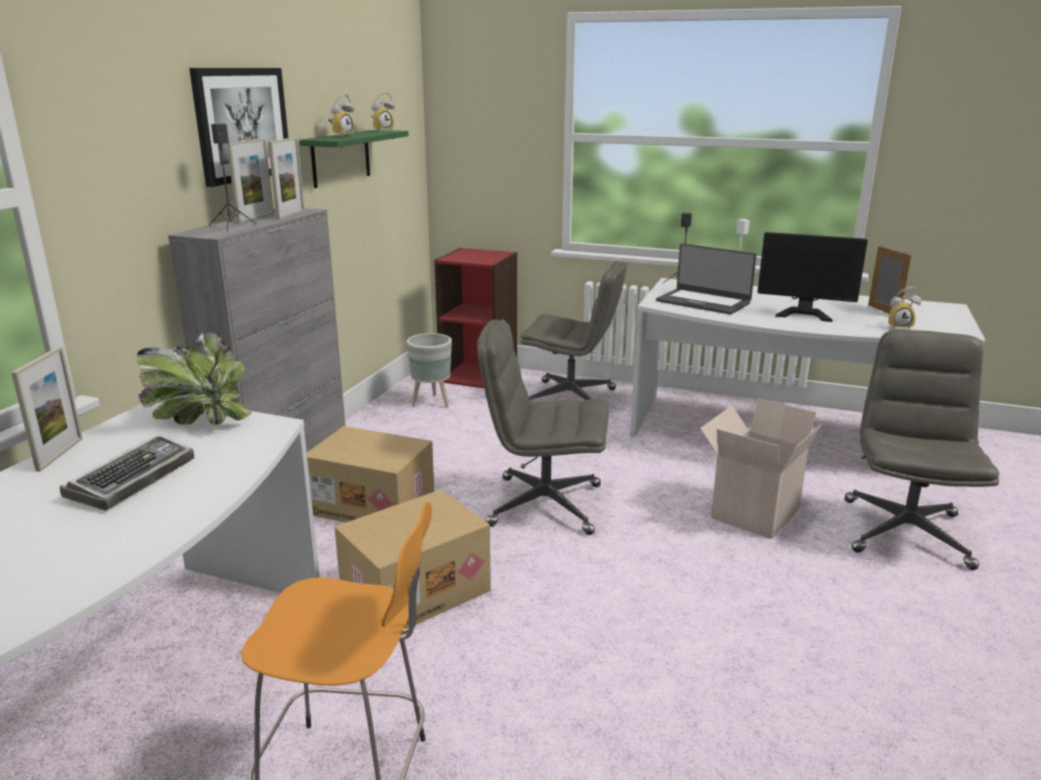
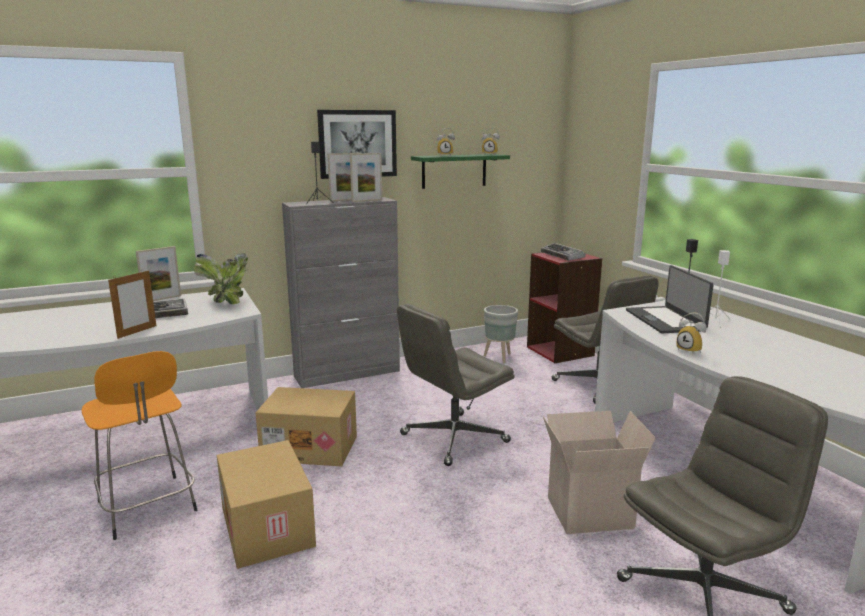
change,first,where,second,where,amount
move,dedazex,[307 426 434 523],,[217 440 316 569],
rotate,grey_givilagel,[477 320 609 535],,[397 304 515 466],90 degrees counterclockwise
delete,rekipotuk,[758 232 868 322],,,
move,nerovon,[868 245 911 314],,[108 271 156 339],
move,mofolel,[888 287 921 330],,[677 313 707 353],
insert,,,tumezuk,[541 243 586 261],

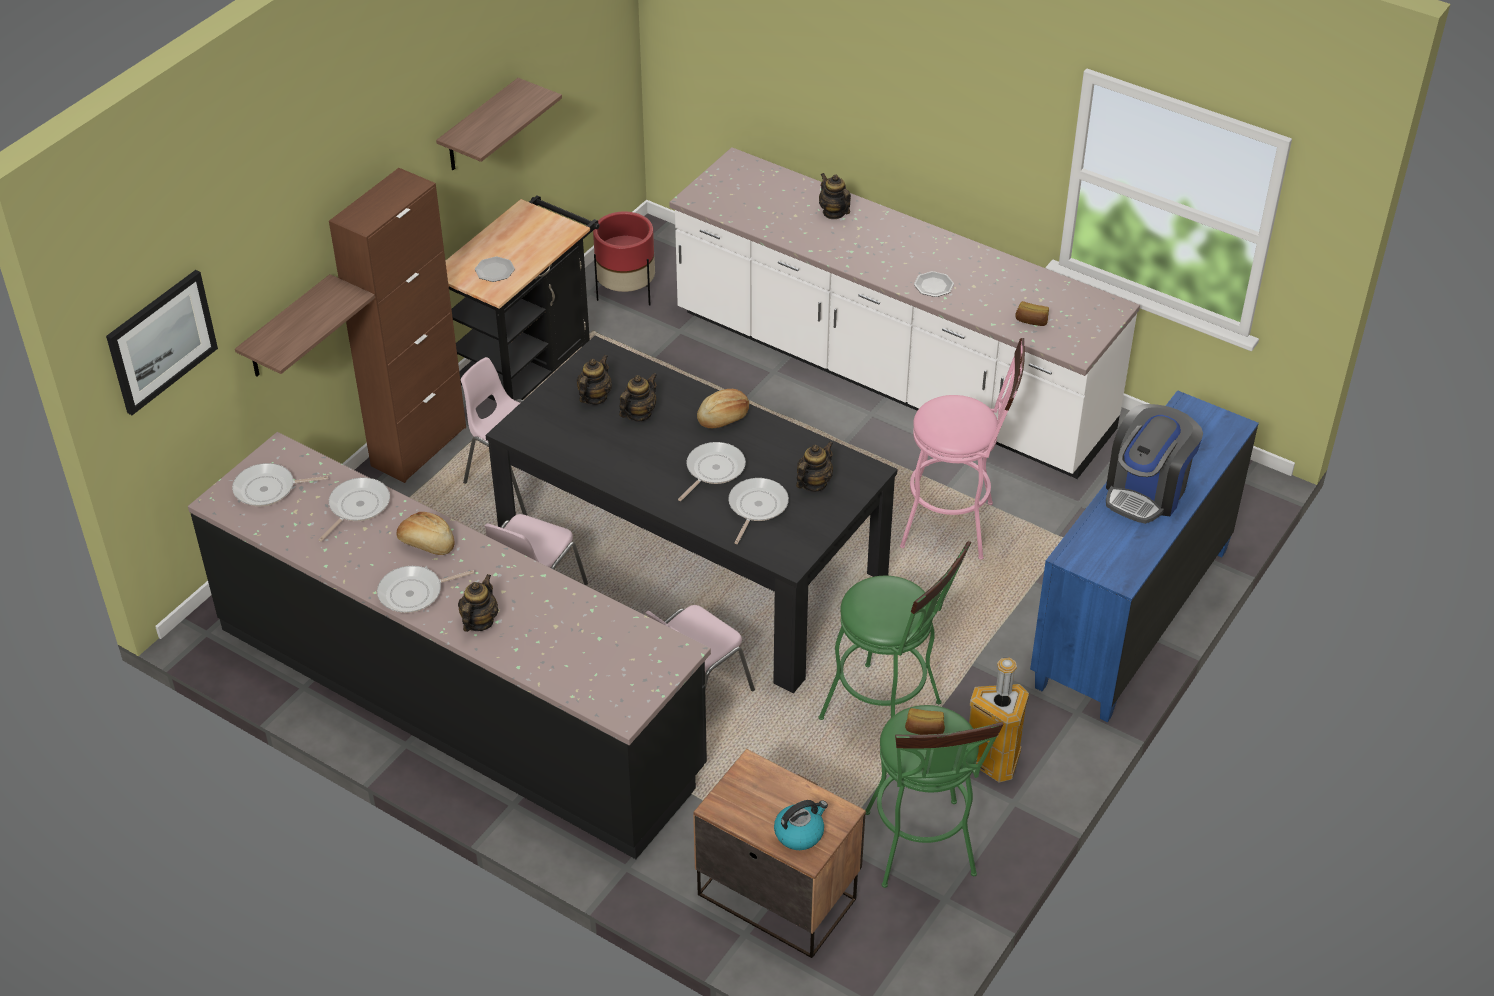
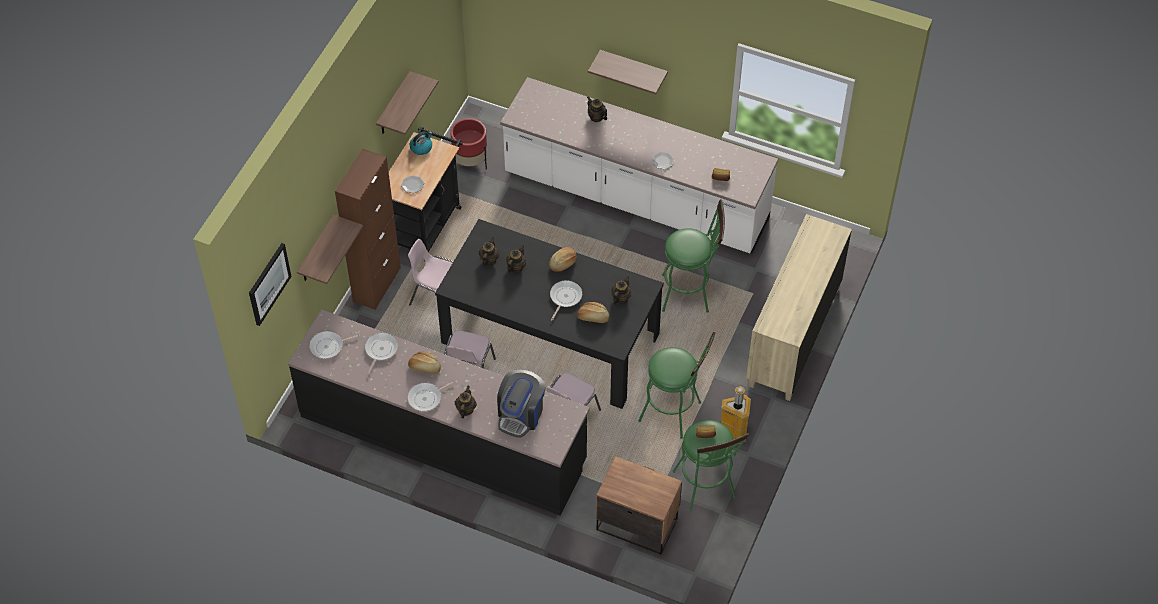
change,first,where,second,where,amount
replace,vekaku,[728 478 789 544],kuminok,[577 302 609 323],
move,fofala,[774 800 828 850],,[410 131 433 155],
recolor,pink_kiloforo,[900 338 1025 559],green_kiloforo,[662 199 725 313],
recolor,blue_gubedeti,[1030 390 1259 722],beige_gubedeti,[746 214 852 401],
move,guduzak,[1106 404 1203 524],,[497 370 545 438],
insert,,,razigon,[588 50 668 94],

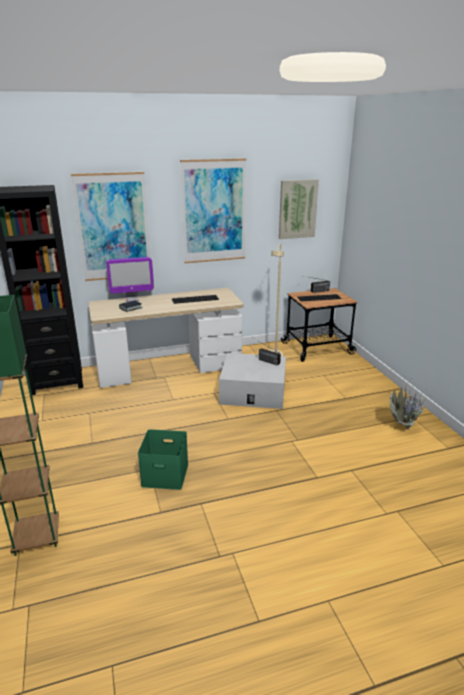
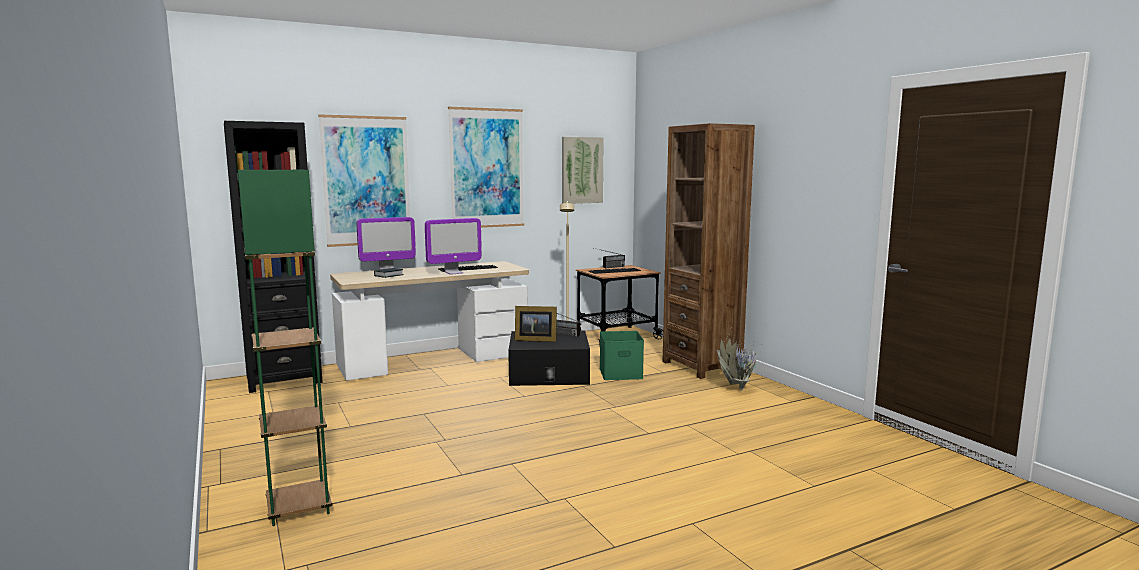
change,first,where,second,where,amount
move,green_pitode,[138 429 188 490],,[599 331 644 380],
recolor,white_pitode,[219 353 286 409],black_pitode,[508 330 590 386],
insert,,,rekipotuk,[425 218 482 275],
insert,,,nerovon,[515 306 557 342],
insert,,,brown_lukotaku,[662 123 755 379],

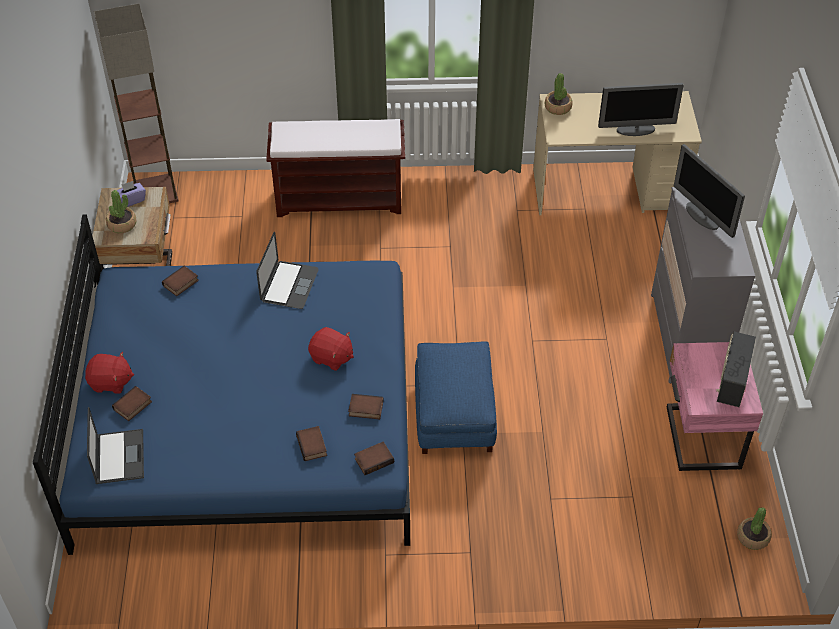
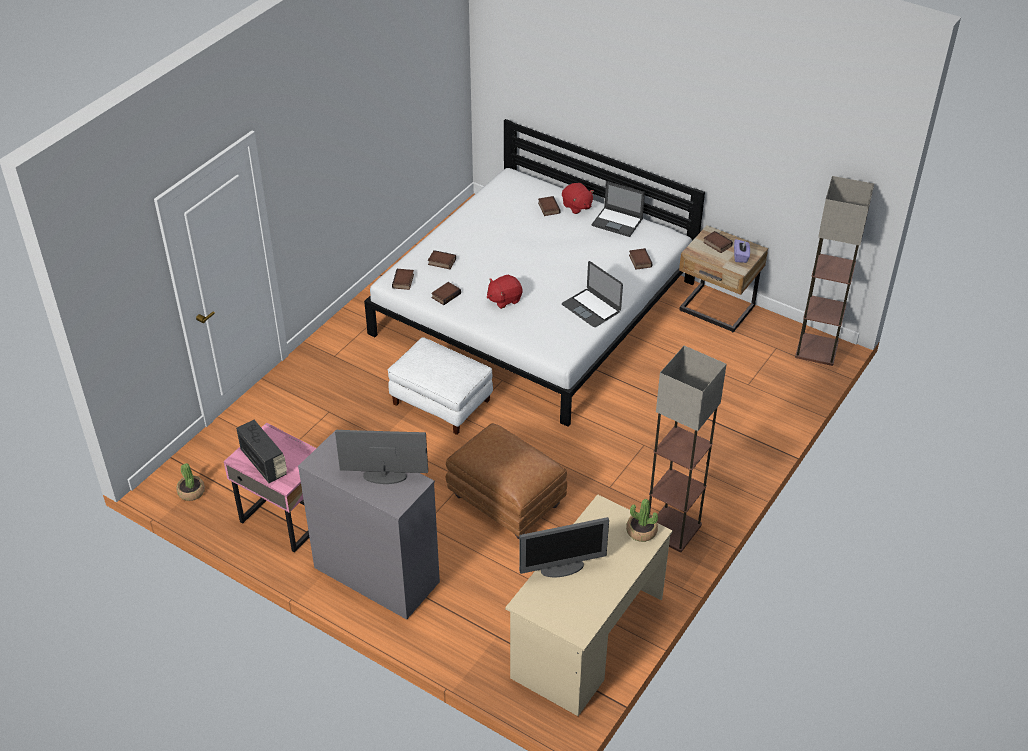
change,first,where,second,where,amount
recolor,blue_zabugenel,[33 215 410 555],white_zabugenel,[364 119 705 427],
rotate,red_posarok,[85 352 134 394],,[562 183 594 214],75 degrees counterclockwise
move,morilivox,[87 407 144 484],,[592 181 645 237],
replace,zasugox,[106 190 136 233],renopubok,[703 231 733 253],
delete,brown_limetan,[266 119 405 217],,,
recolor,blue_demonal,[415 342 497 454],white_demonal,[388 337 493 435],
rotate,rekipotuk,[598 83 684 136],,[519 517 609 577],135 degrees counterclockwise
insert,,,brown_demonal,[445 423 567 539],
insert,,,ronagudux,[649 346 727 552],

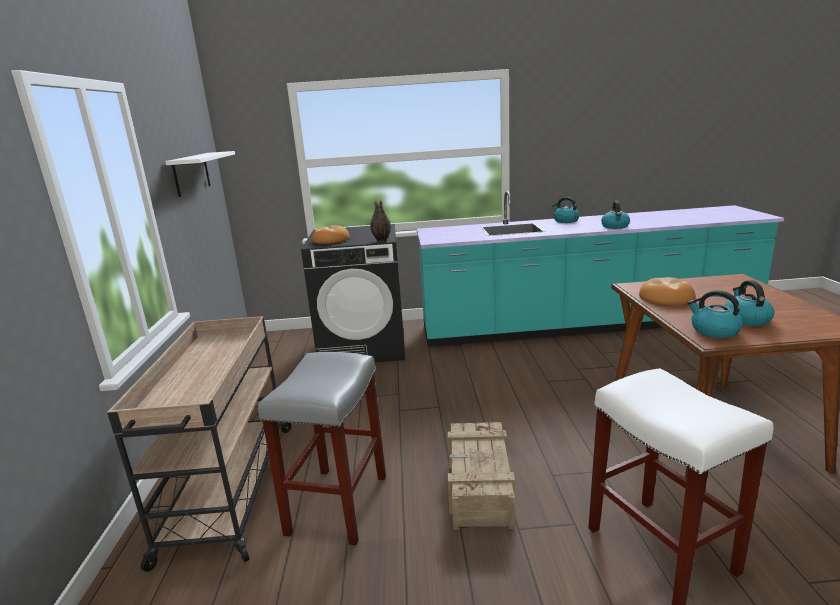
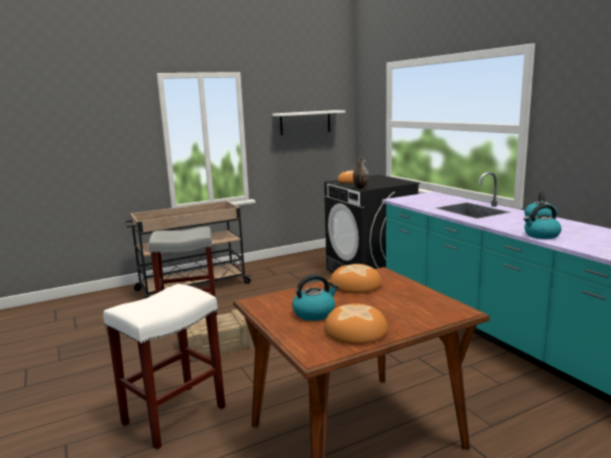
change,first,where,second,where,amount
delete,fofala,[688 290 743 338],,,
insert,,,kuminok,[324 303 388 344],

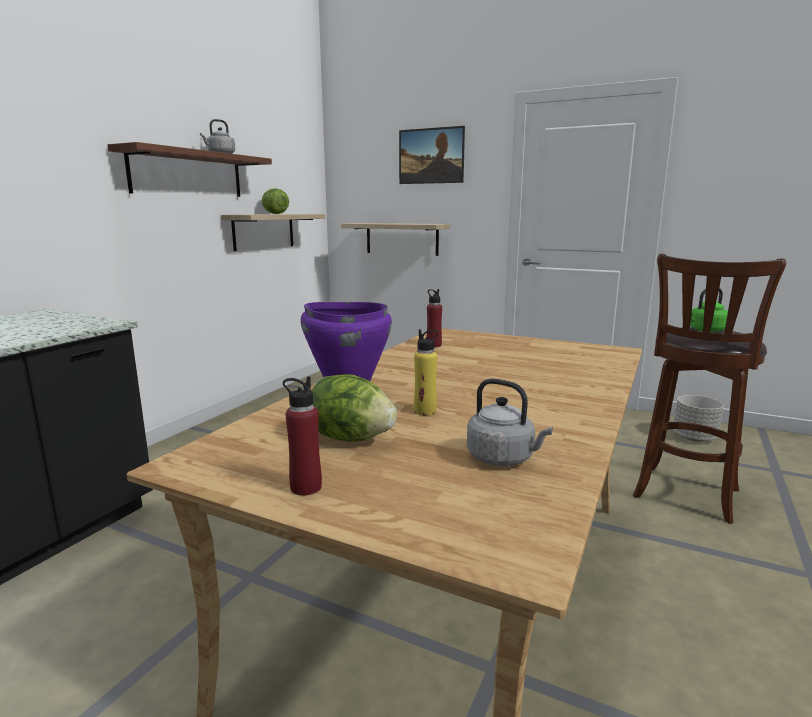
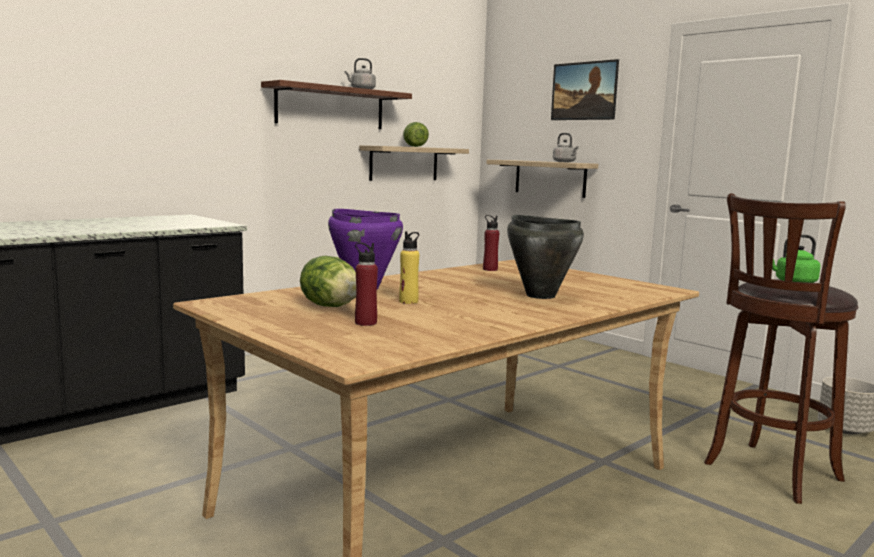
change,first,where,second,where,amount
move,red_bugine,[283 376 322 496],,[355 242 378 326],
move,grey_fofala,[467 378 553 466],,[553 133 579 162],
insert,,,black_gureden,[507 215 584 299],

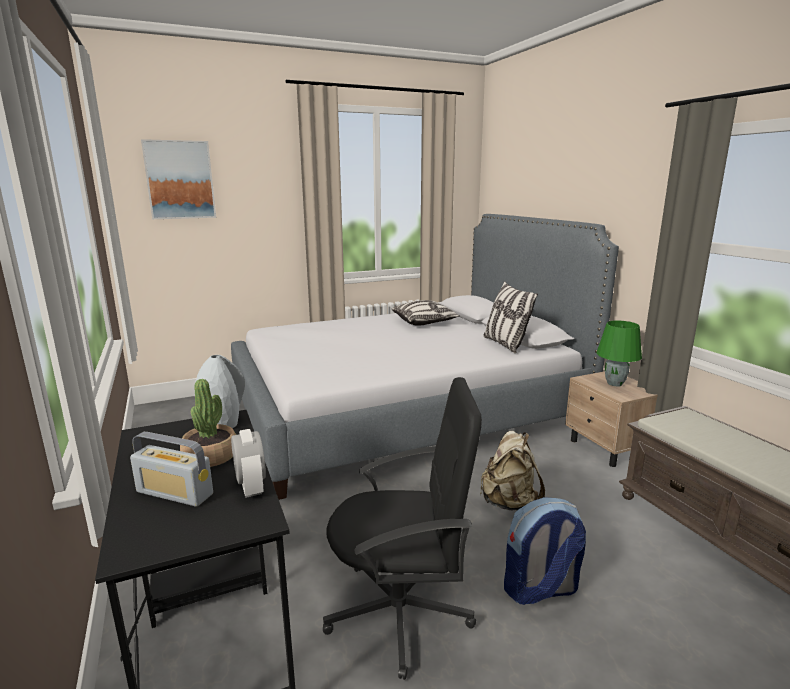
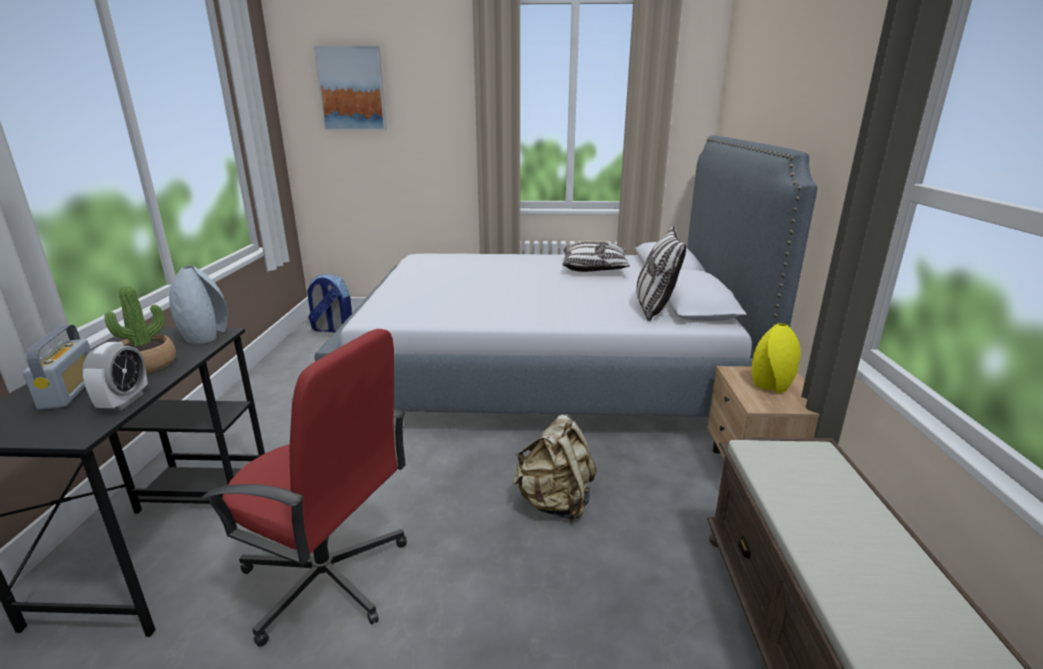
change,first,where,second,where,amount
rotate,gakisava,[130 432 213 507],,[23 324 91 410],150 degrees counterclockwise
recolor,black_givilagel,[323 377 482 680],red_givilagel,[201 329 407 647],
move,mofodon,[504 497 586 605],,[307 274 352 332],
replace,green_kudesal,[597 321 642 387],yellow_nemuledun,[752 323 801 393],

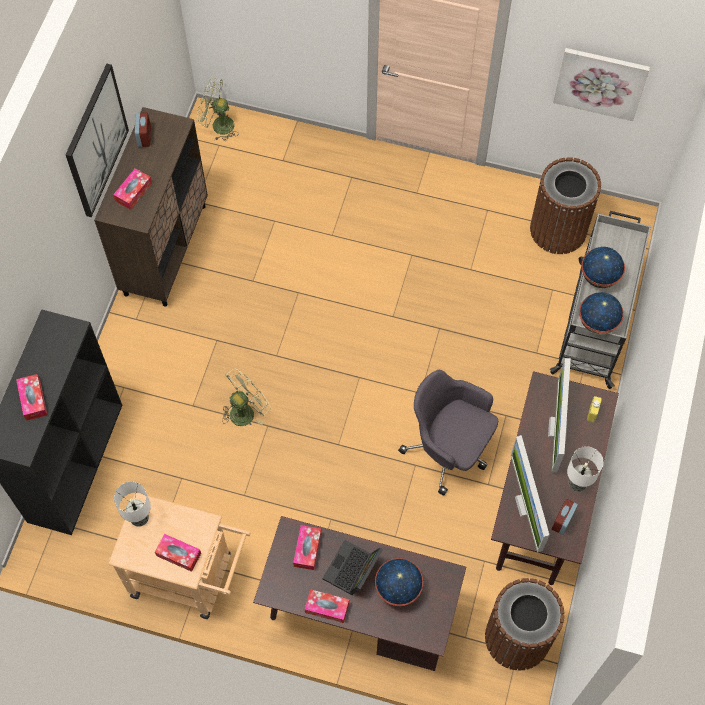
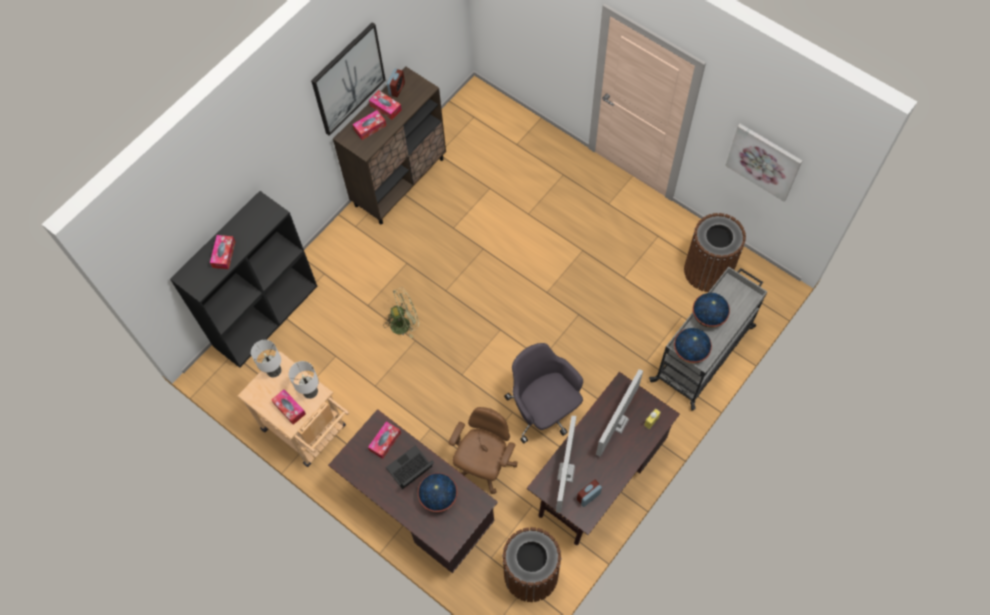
change,first,where,second,where,amount
delete,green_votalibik,[197 78 239 140],,,
move,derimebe,[305 589 349 623],,[369 90 402 120],
move,kudesal,[567 446 604 492],,[289 361 319 399],
insert,,,brown_givilagel,[449 407 517 494],

